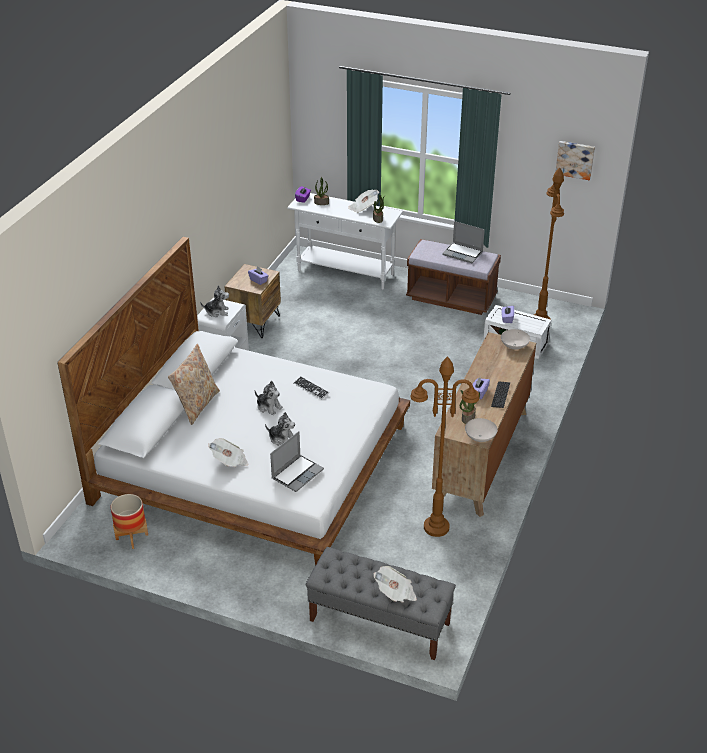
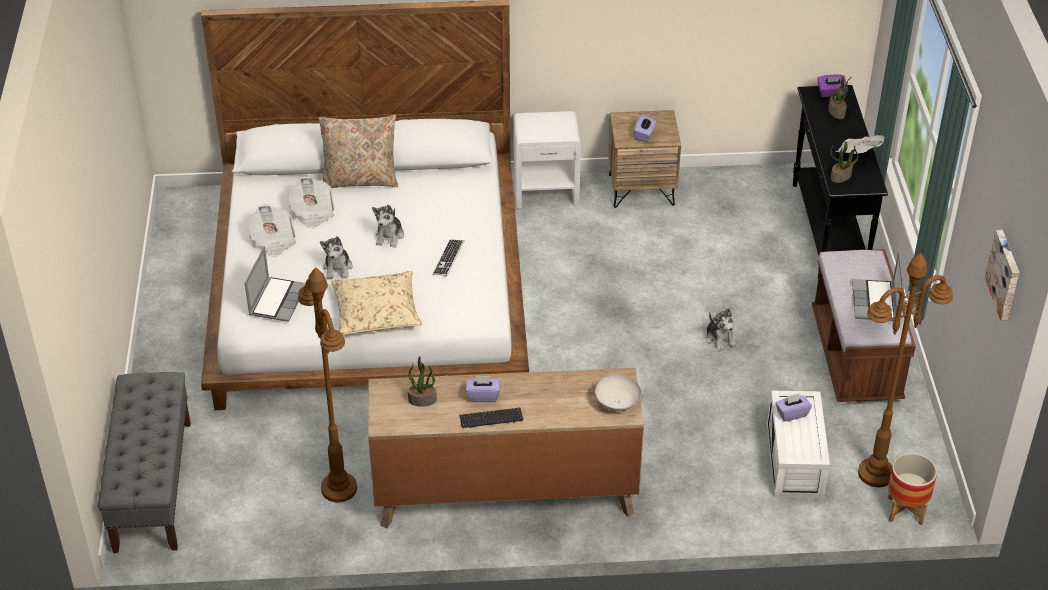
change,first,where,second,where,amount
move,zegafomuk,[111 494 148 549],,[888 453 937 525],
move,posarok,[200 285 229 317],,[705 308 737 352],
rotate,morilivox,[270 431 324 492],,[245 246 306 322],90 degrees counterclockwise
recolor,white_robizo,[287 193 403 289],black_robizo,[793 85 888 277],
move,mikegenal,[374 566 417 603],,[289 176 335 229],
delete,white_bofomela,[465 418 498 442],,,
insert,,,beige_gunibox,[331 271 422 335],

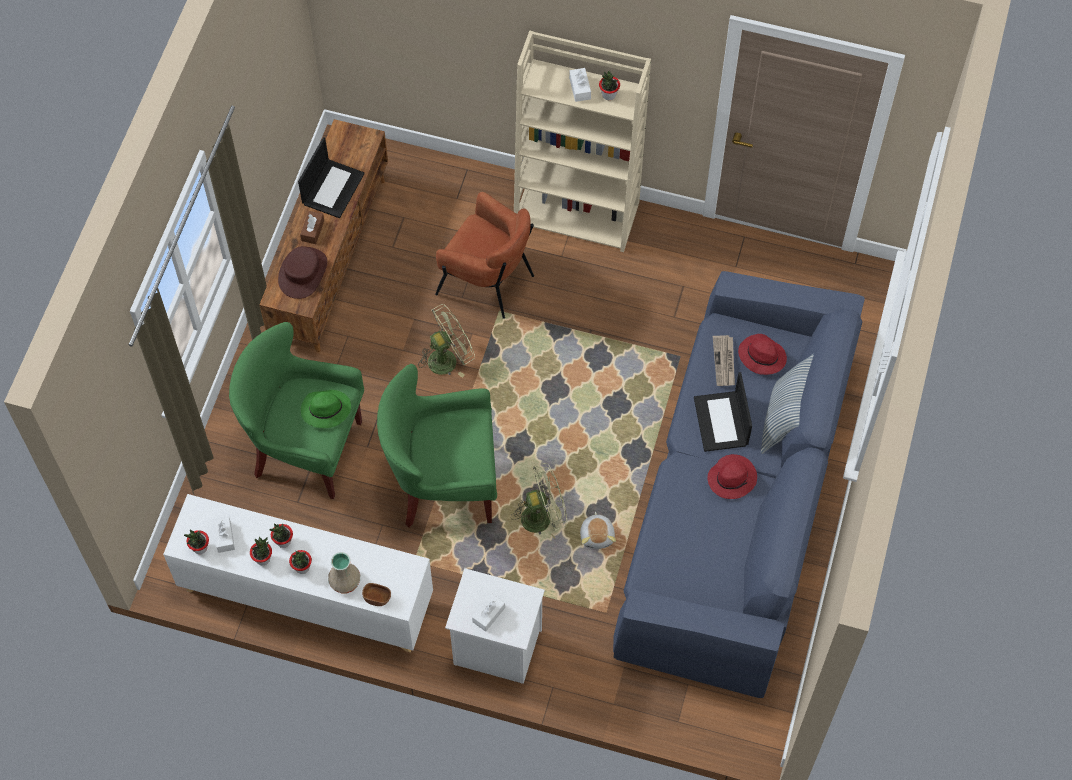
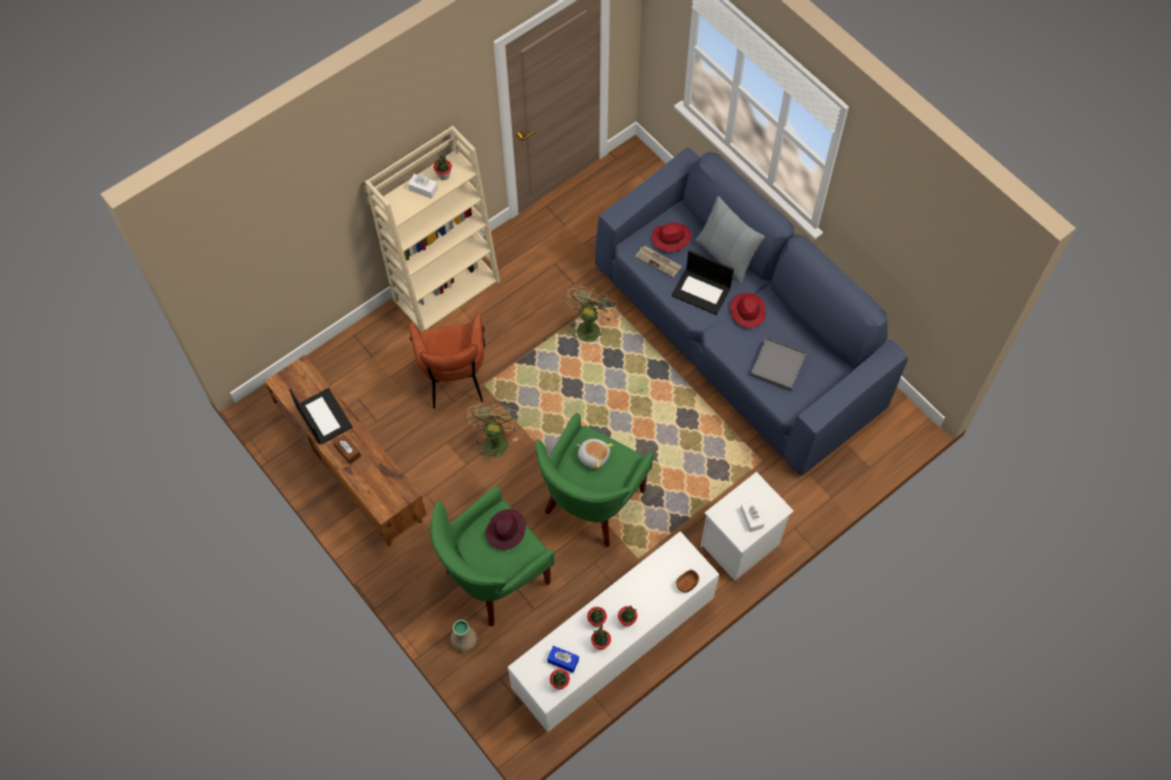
change,first,where,second,where,amount
recolor,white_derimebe,[212 516 235 553],blue_derimebe,[547 646 579 673],
delete,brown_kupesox,[278 246 327 299],,,
recolor,green_kupesox,[301 389 351 428],purple_kupesox,[485 509 526 550],
move,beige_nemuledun,[328 552 360 593],,[450 620 477 652],
rotate,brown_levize,[435 192 534 319],,[409 313 485 409],105 degrees clockwise
move,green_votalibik,[511 463 567 538],,[566 286 618 344],
move,posarok,[580 512 616 549],,[577 439 613 469],
insert,,,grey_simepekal,[750 338 807 391],

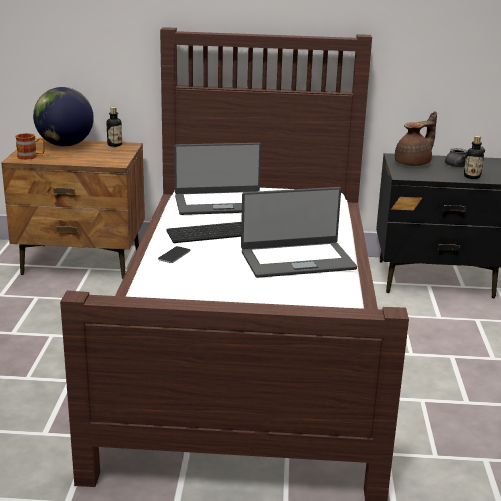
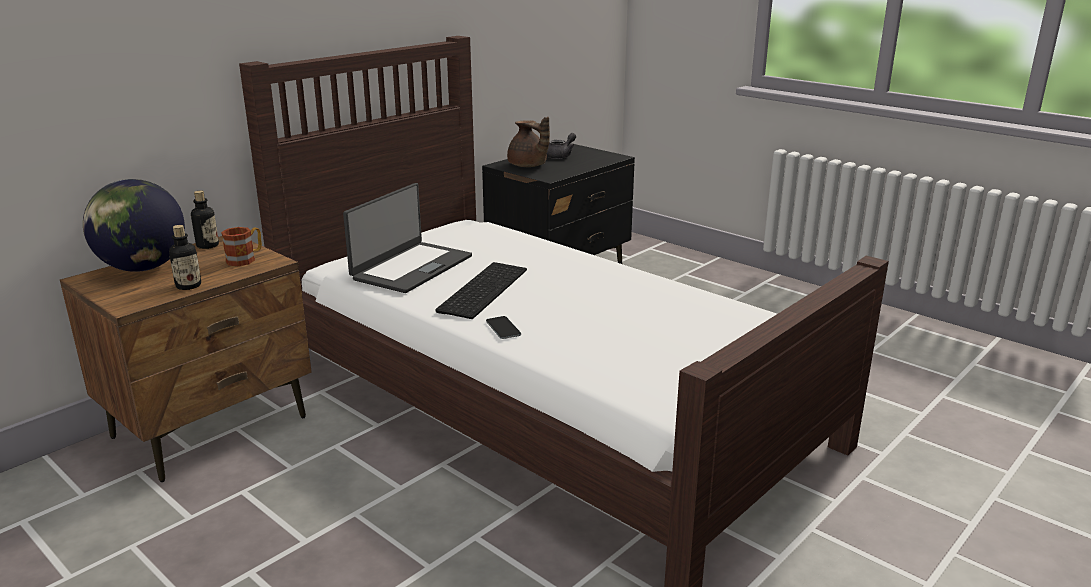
change,first,where,second,where,amount
move,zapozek,[15 133 45 160],,[221 227 262 266],
delete,morilivox,[241 187 357 278],,,
rotate,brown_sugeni,[395 111 437 166],,[507 117 550 167],135 degrees clockwise
move,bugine,[464 136 484 179],,[169 225 201 290],

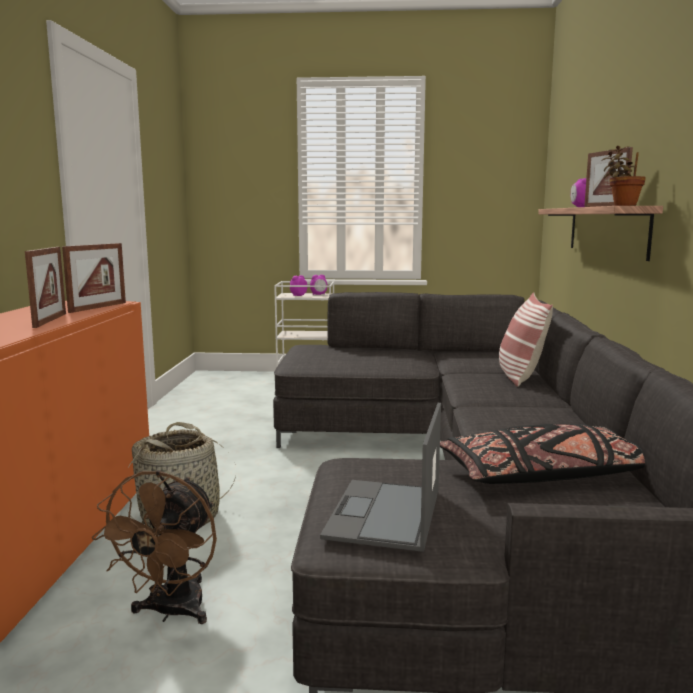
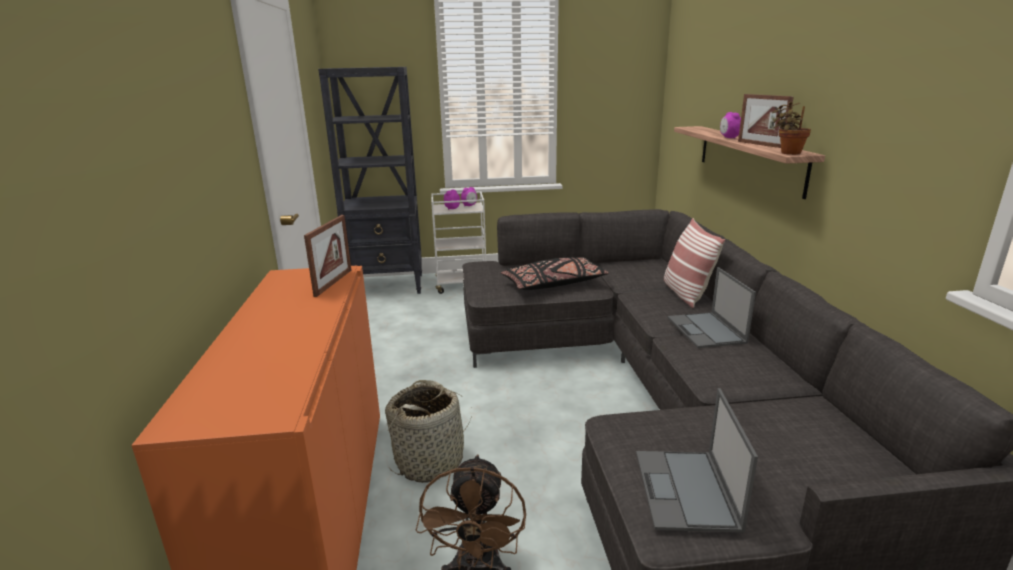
change,first,where,second,where,amount
delete,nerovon,[25 247 66 328],,,
move,black_gunibox,[440 423 645 484],,[501 257 609 290],
insert,,,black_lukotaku,[318 67 422 294],
insert,,,morilivox,[667 267 756 348],

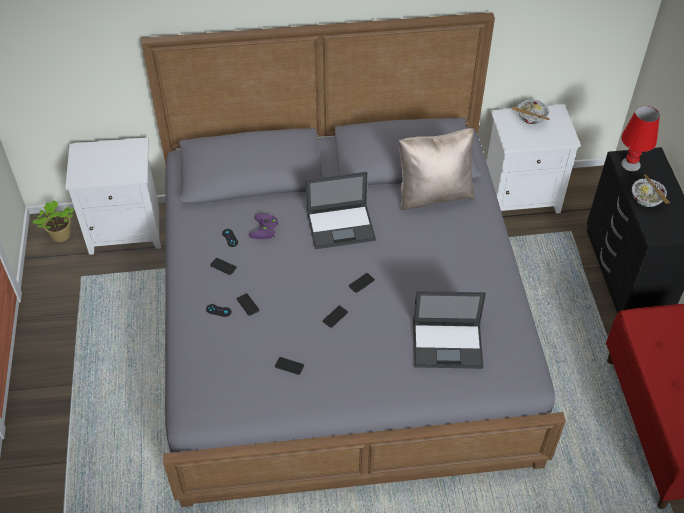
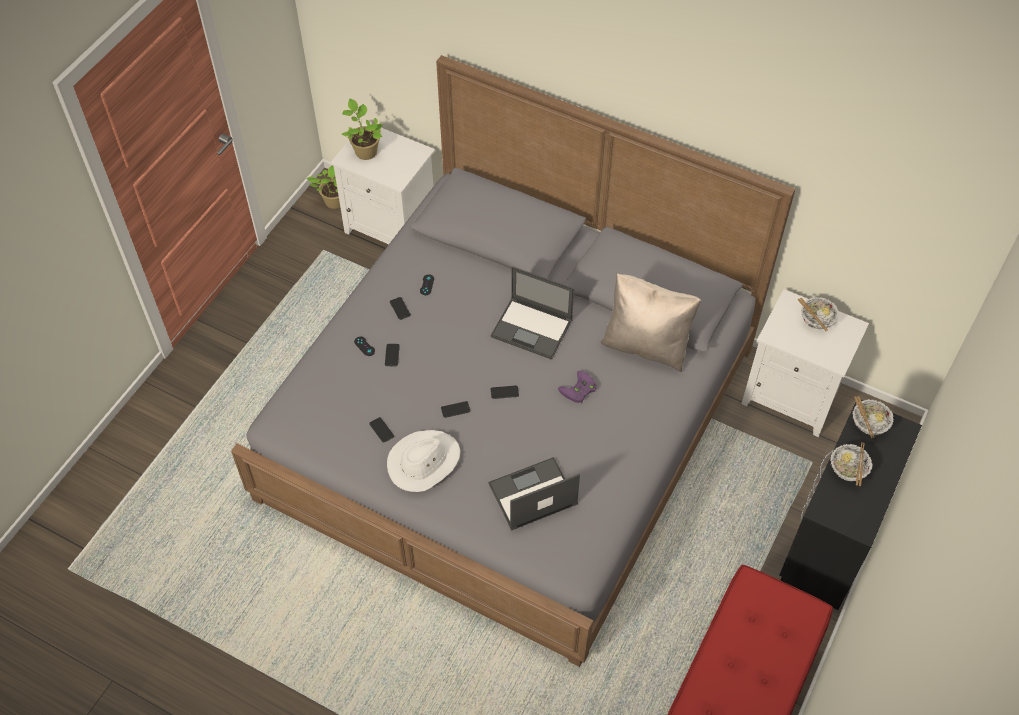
change,first,where,second,where,amount
move,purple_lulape,[249 214 279 239],,[558 371 597 403],
rotate,morilivox,[413 291 486 369],,[488 457 580 530],120 degrees clockwise
replace,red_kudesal,[621 106 660 171],bofomela,[852 396 894 438],
insert,,,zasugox,[342 99 383 160],
insert,,,white_kupesox,[387 430 460 492],

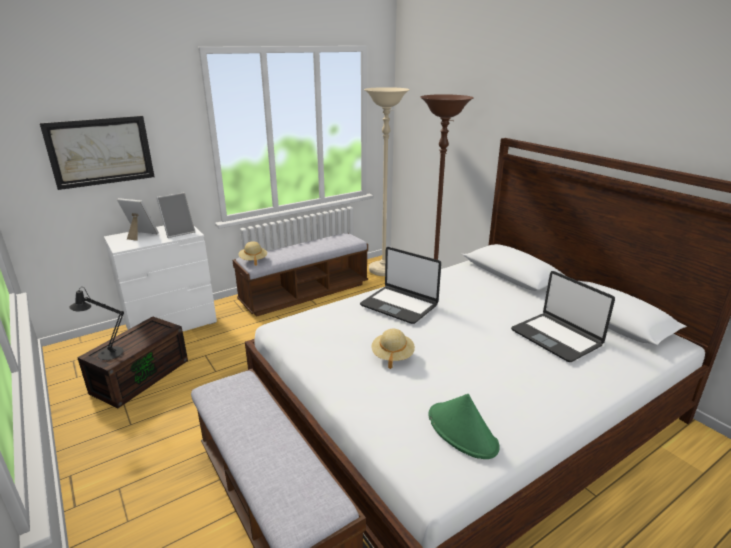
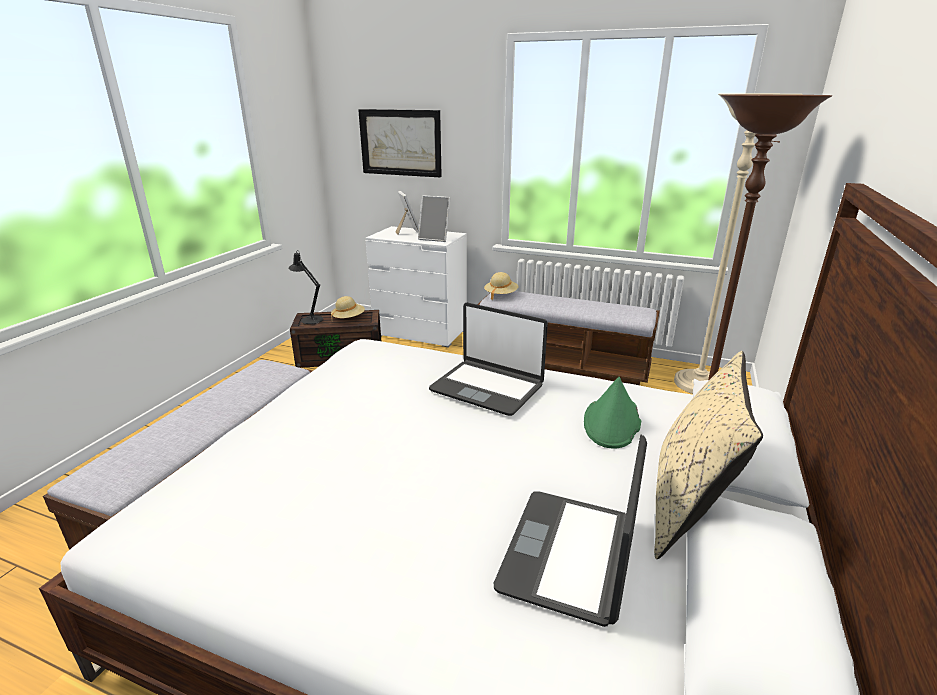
change,first,where,second,where,amount
rotate,morilivox,[360 247 441 324],,[429 303 548 416],60 degrees counterclockwise
move,beige_kupesox,[372 329 415 369],,[331 296 365 318],
move,green_kupesox,[428 394 500 459],,[584 377 641 449],
insert,,,beige_gunibox,[654 351 763 559],

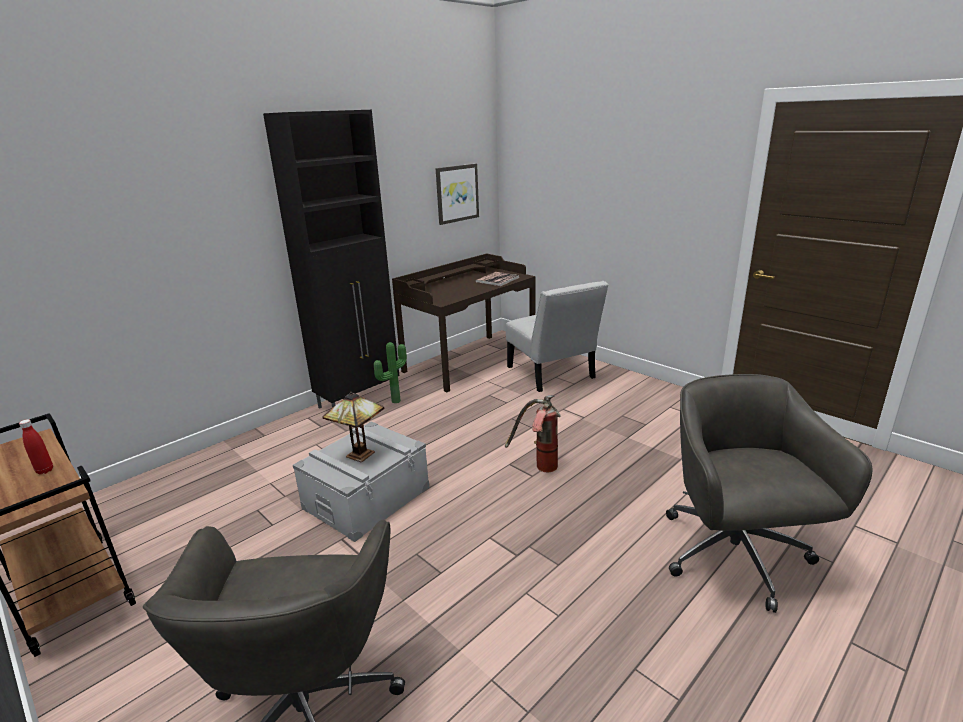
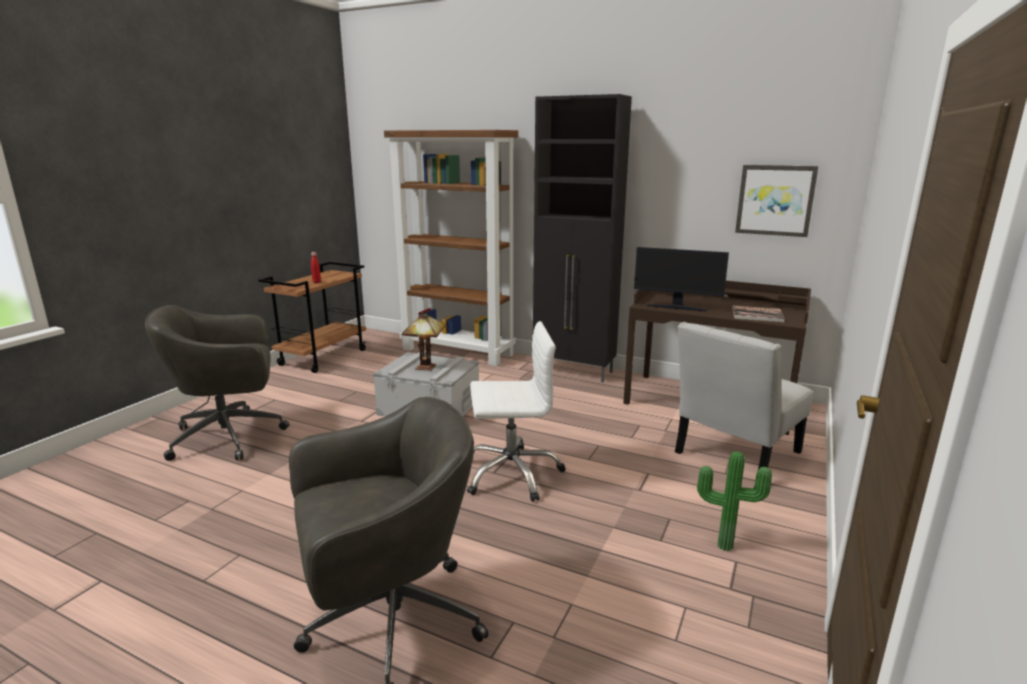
change,first,where,second,where,amount
move,zasugox,[374 342 407 403],,[697 451 772 551],
replace,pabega,[505 395 561 472],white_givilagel,[467 321 566 502],
insert,,,brown_lukotaku,[384 130 518 366],
insert,,,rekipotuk,[634 247 729 311],

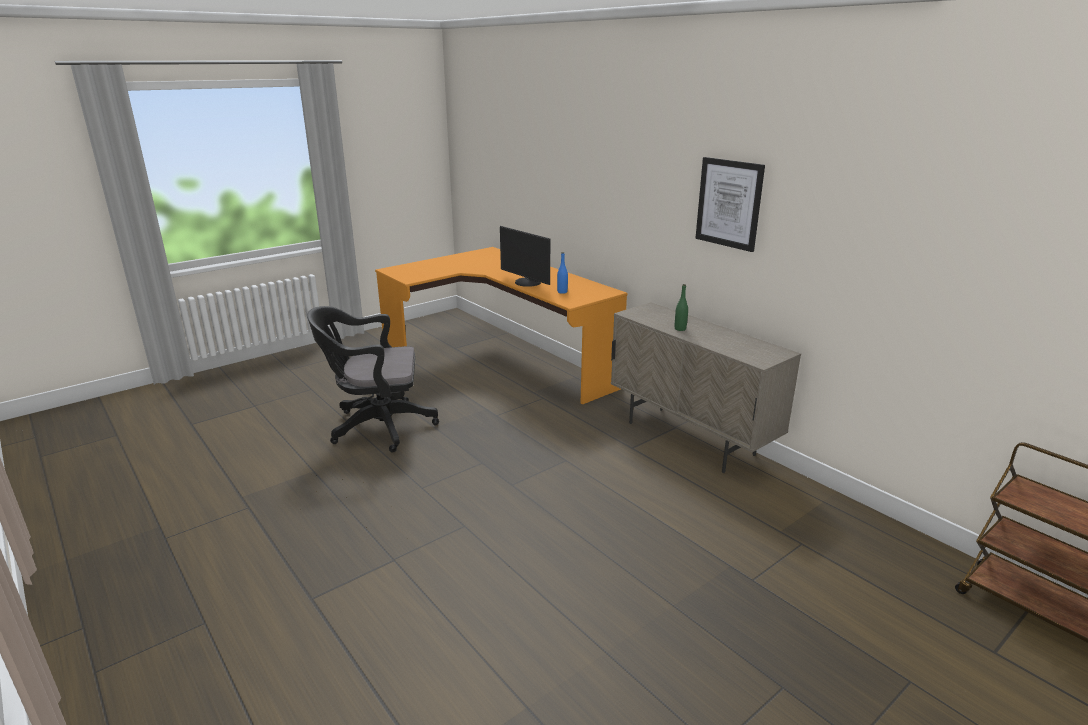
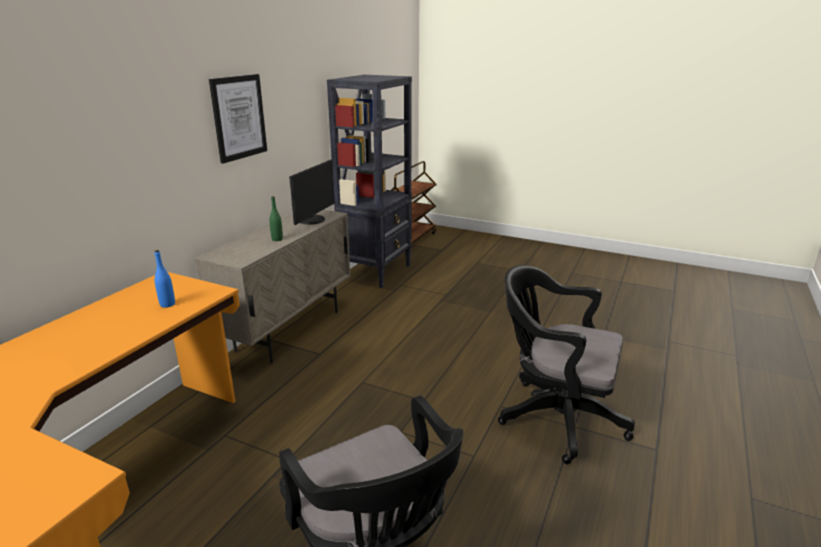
change,first,where,second,where,amount
move,rekipotuk,[500 226 550 287],,[289 160 335 225],
insert,,,black_lukotaku,[327 75 412 288],
insert,,,black_givilagel,[498 265 635 464],

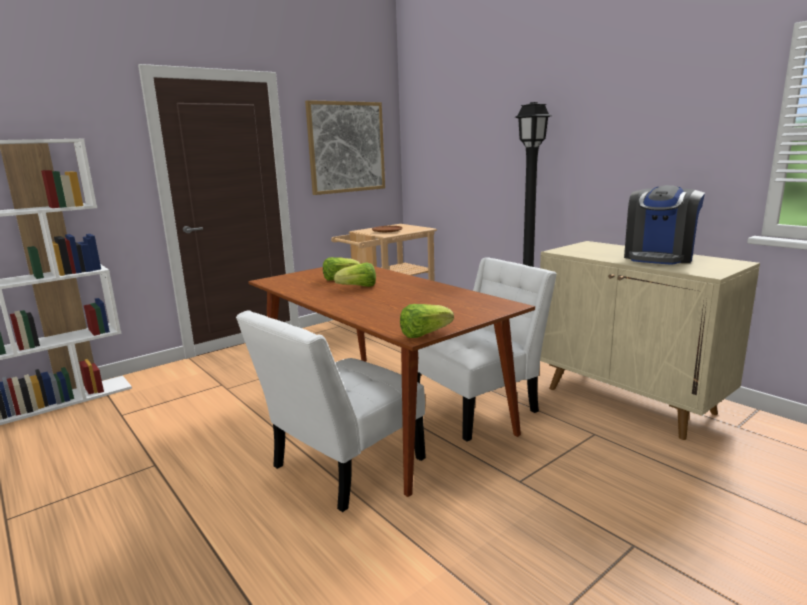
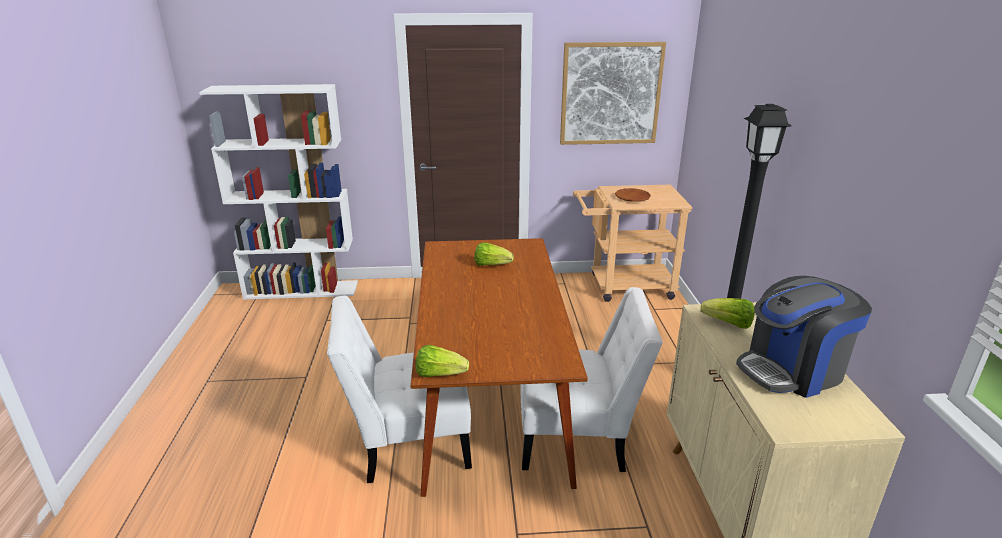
change,first,where,second,where,amount
move,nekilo,[334 262 376 287],,[701 298 755 329],

